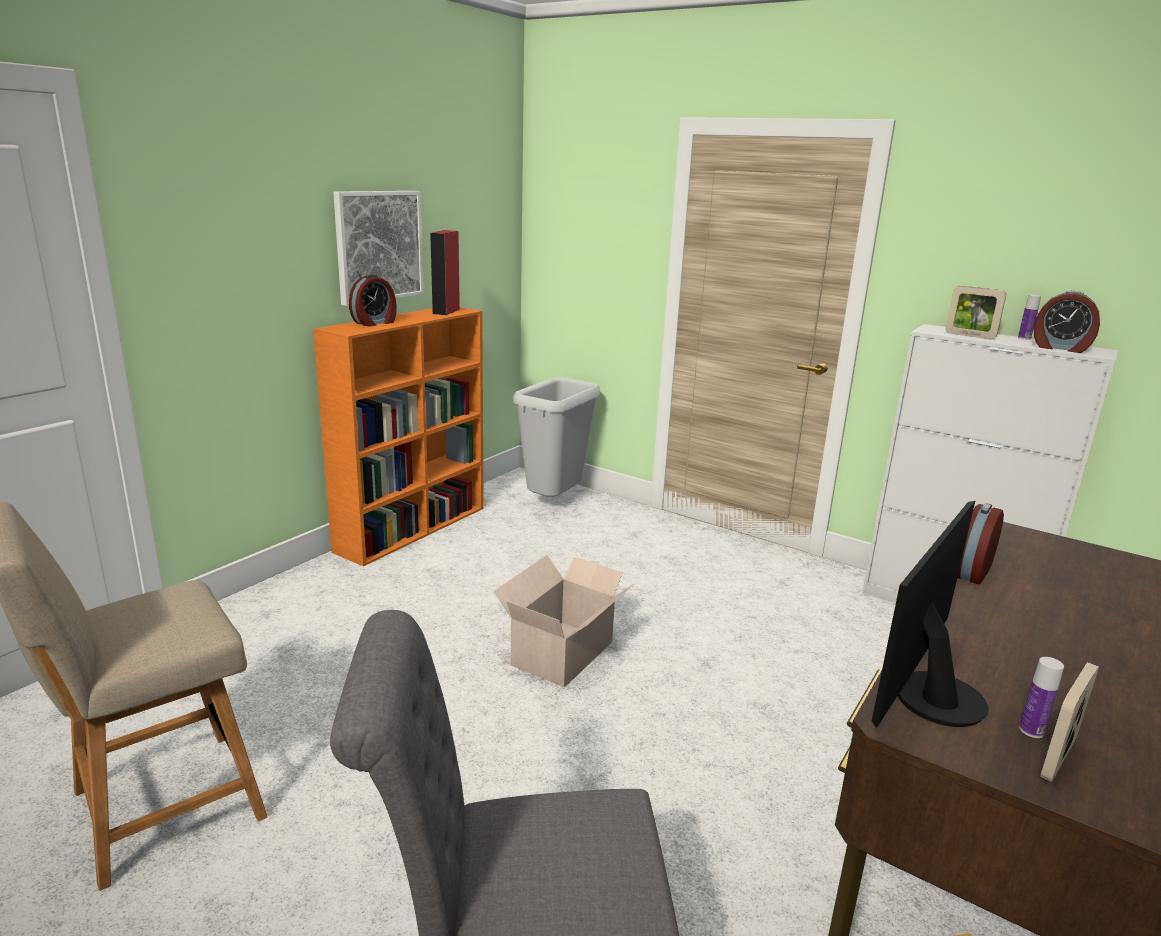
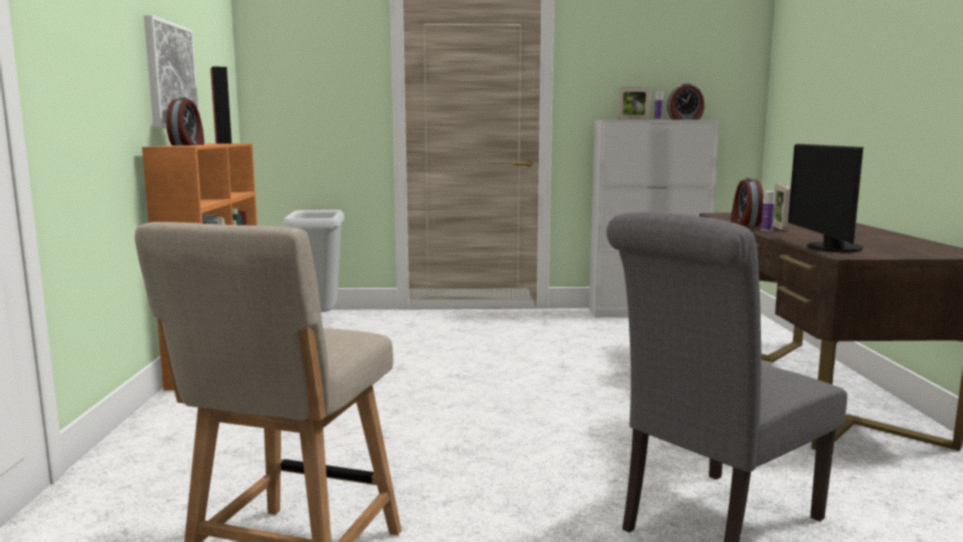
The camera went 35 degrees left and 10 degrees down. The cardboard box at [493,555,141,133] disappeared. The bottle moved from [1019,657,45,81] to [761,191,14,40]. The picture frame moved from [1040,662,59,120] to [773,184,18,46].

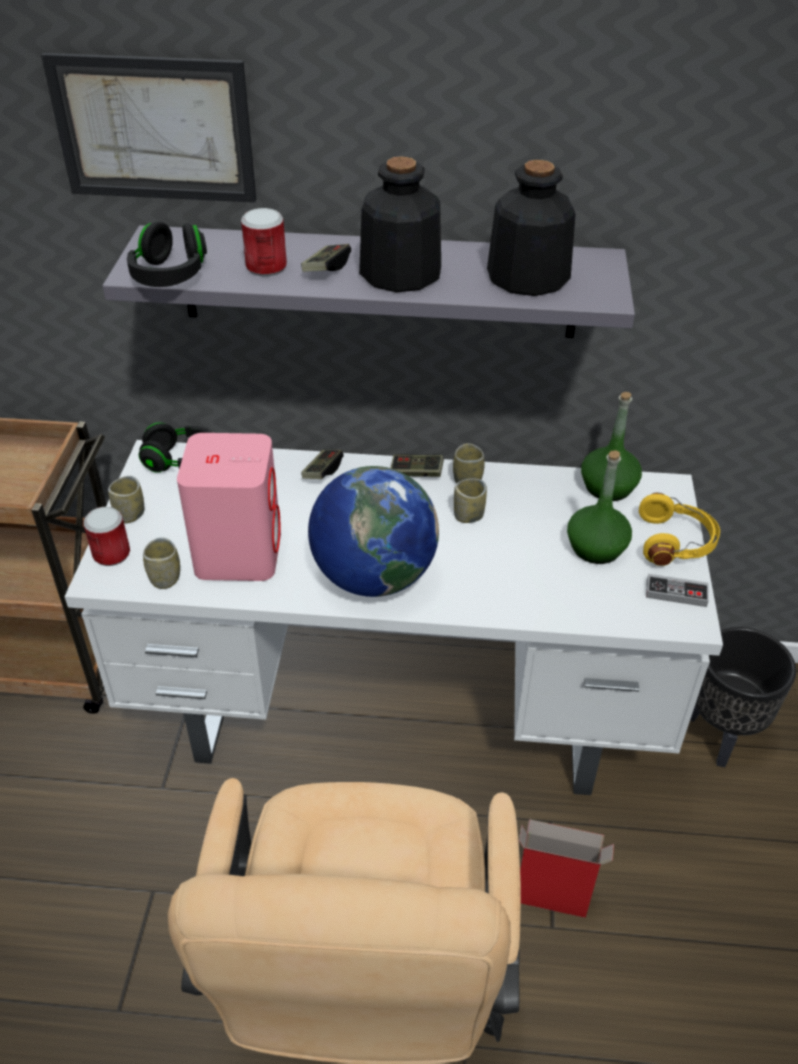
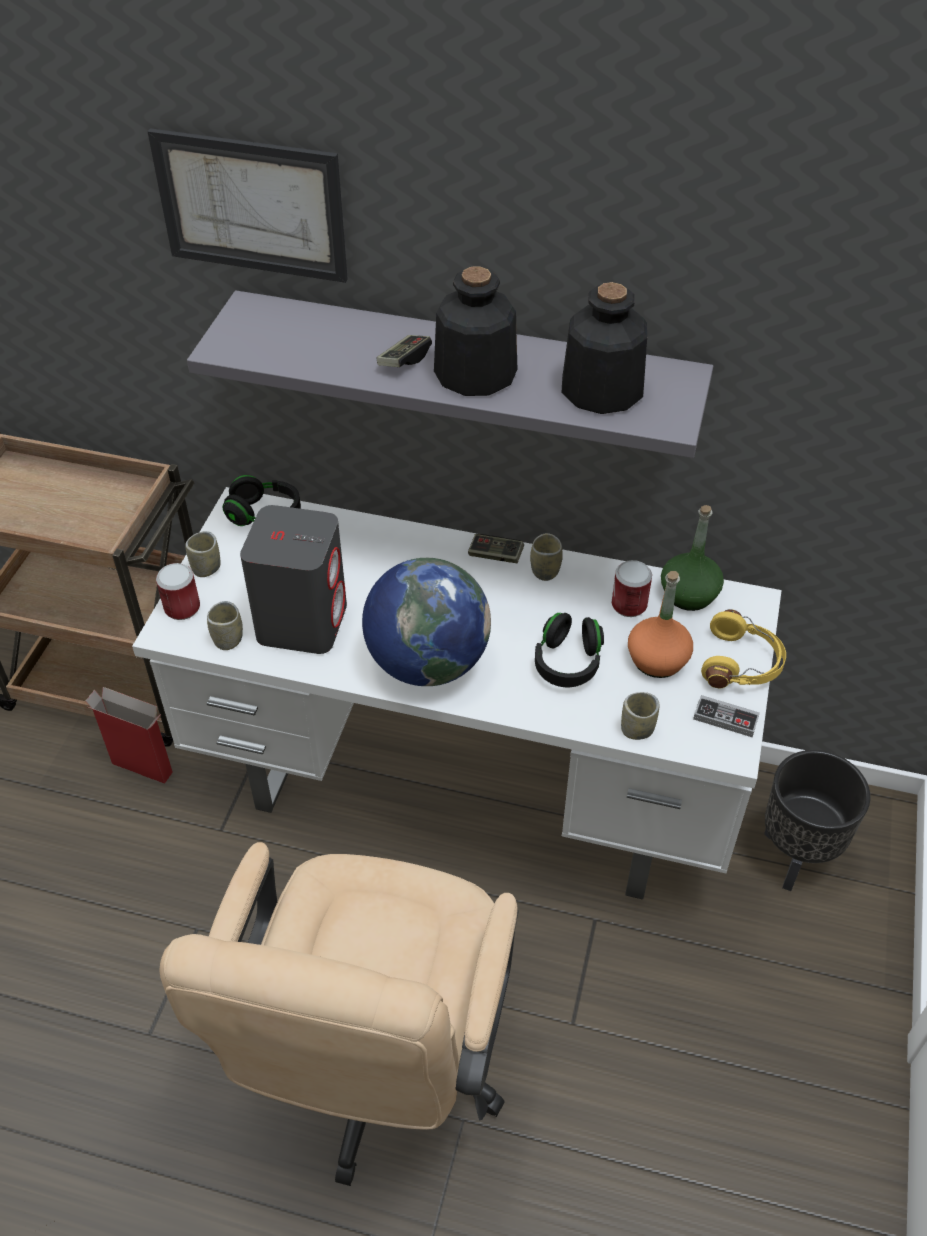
The camera went 10 degrees right and 5 degrees up. The black headphones moved from [127,221,80,66] to [535,613,69,74]. The pink speaker at [177,433,104,148] became the grey speaker at [240,505,107,149]. The can moved from [241,208,46,68] to [612,560,40,57]. The game controller at [301,450,43,29] disappeared. The cup moved from [454,478,33,45] to [621,692,38,48]. The cardboard box moved from [519,819,95,99] to [86,687,87,97]. The green bottle at [567,450,65,114] became the orange bottle at [628,571,65,107].

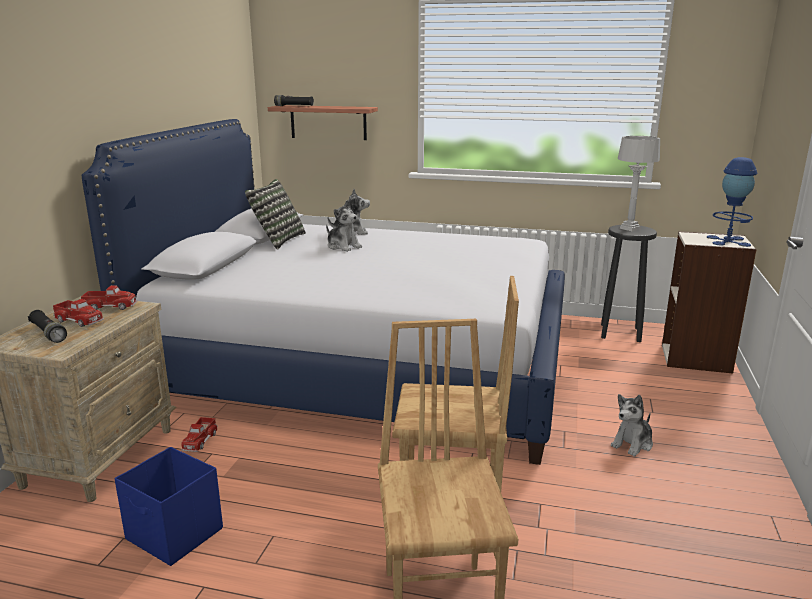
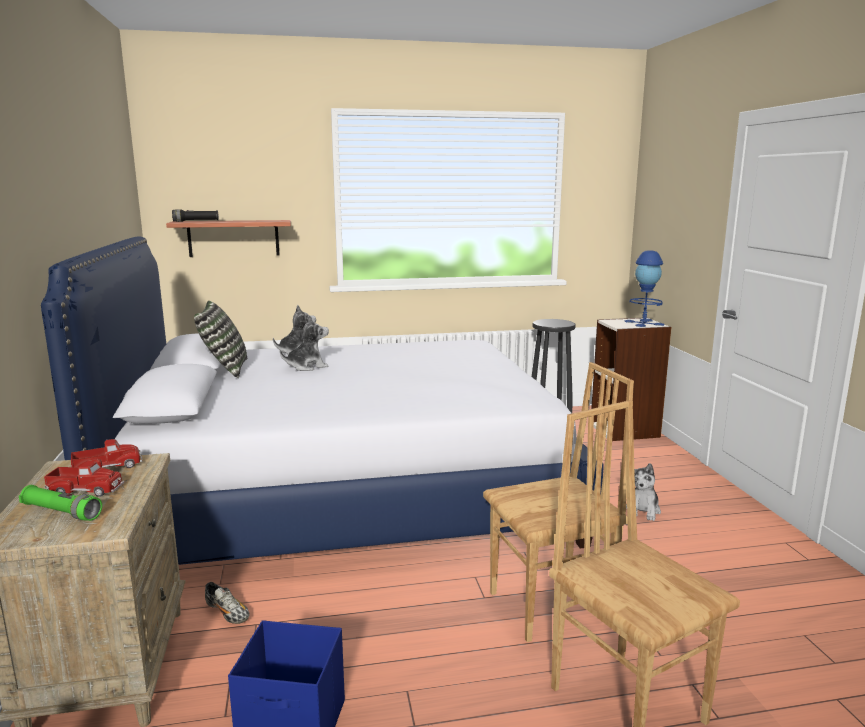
The camera went 25 degrees left and 5 degrees down. The black flashlight at [28,310,39,33] became the green flashlight at [19,485,83,36]. The toy truck at [181,417,37,35] was replaced by the shoe at [205,582,45,42]. The plush toy at [326,200,36,52] turned 45 degrees counterclockwise. The grey table lamp at [618,136,42,95] disappeared.

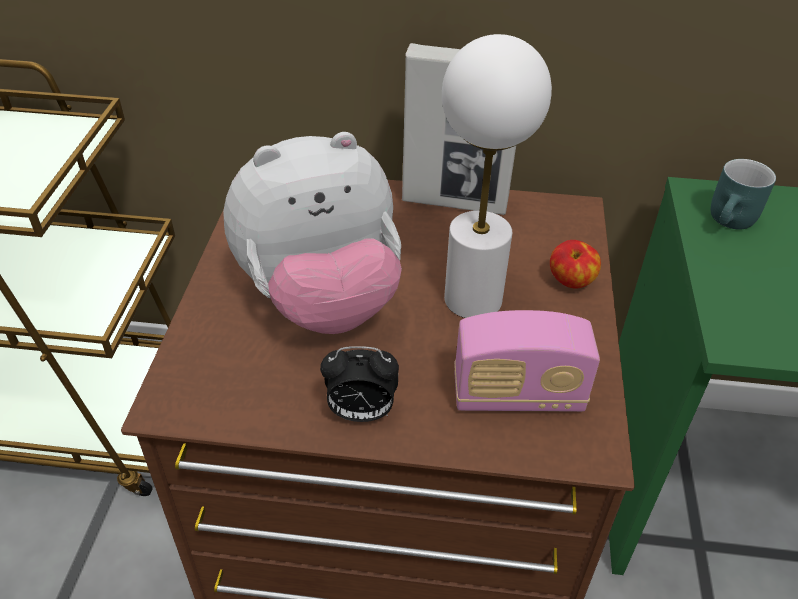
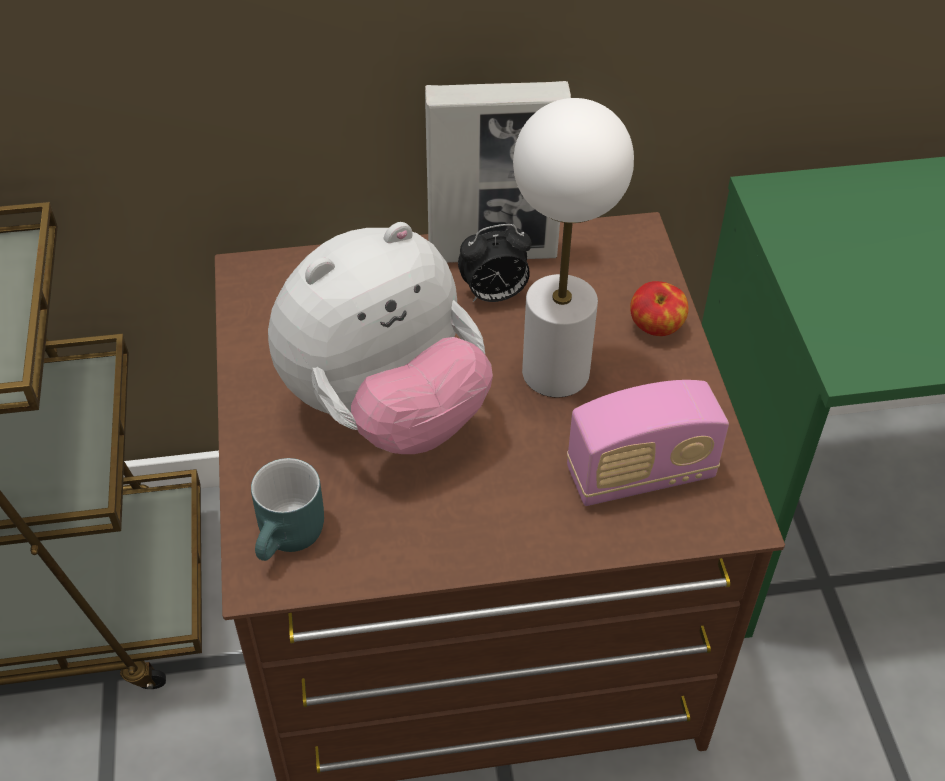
The camera went 15 degrees left and 5 degrees up. The alarm clock moved from [320,346,79,76] to [458,224,74,78]. The turquoise mug moved from [711,159,65,70] to [251,458,73,103].

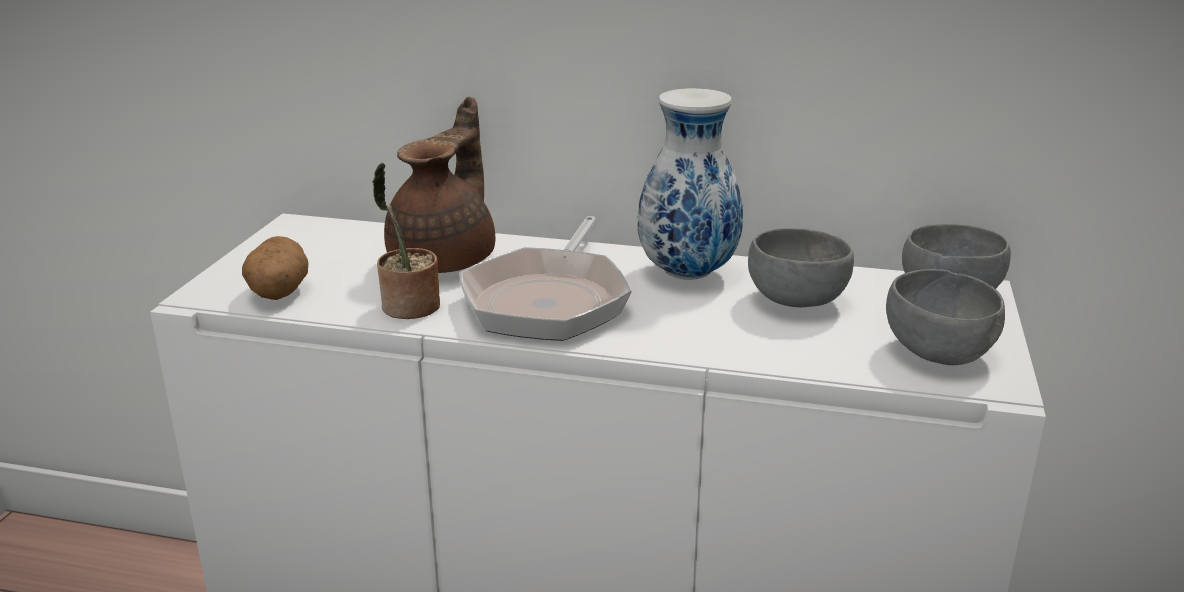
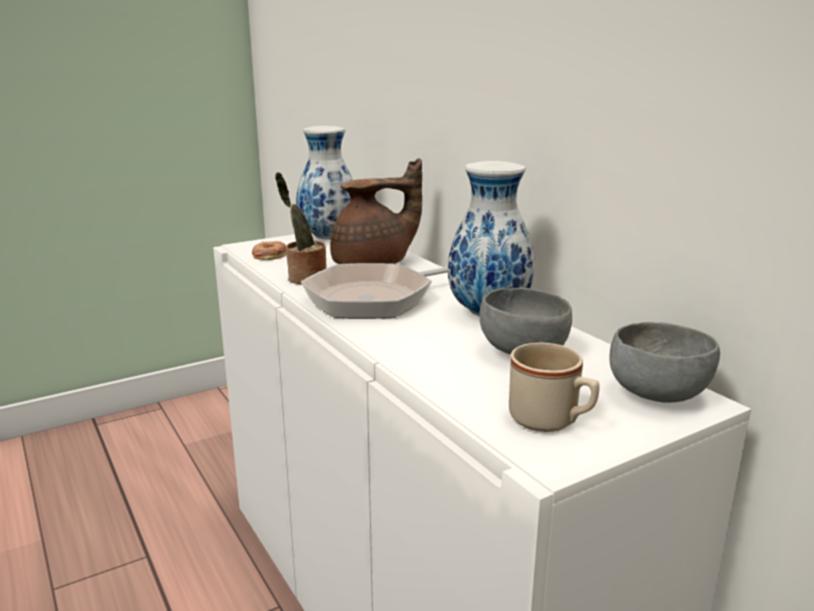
The camera went 45 degrees right and 5 degrees down. The potato at [242,236,66,64] was replaced by the donut at [252,241,34,19]. The grey bowl at [886,269,119,96] was replaced by the beige mug at [509,343,91,89]. The vase at [296,126,57,114] appeared.

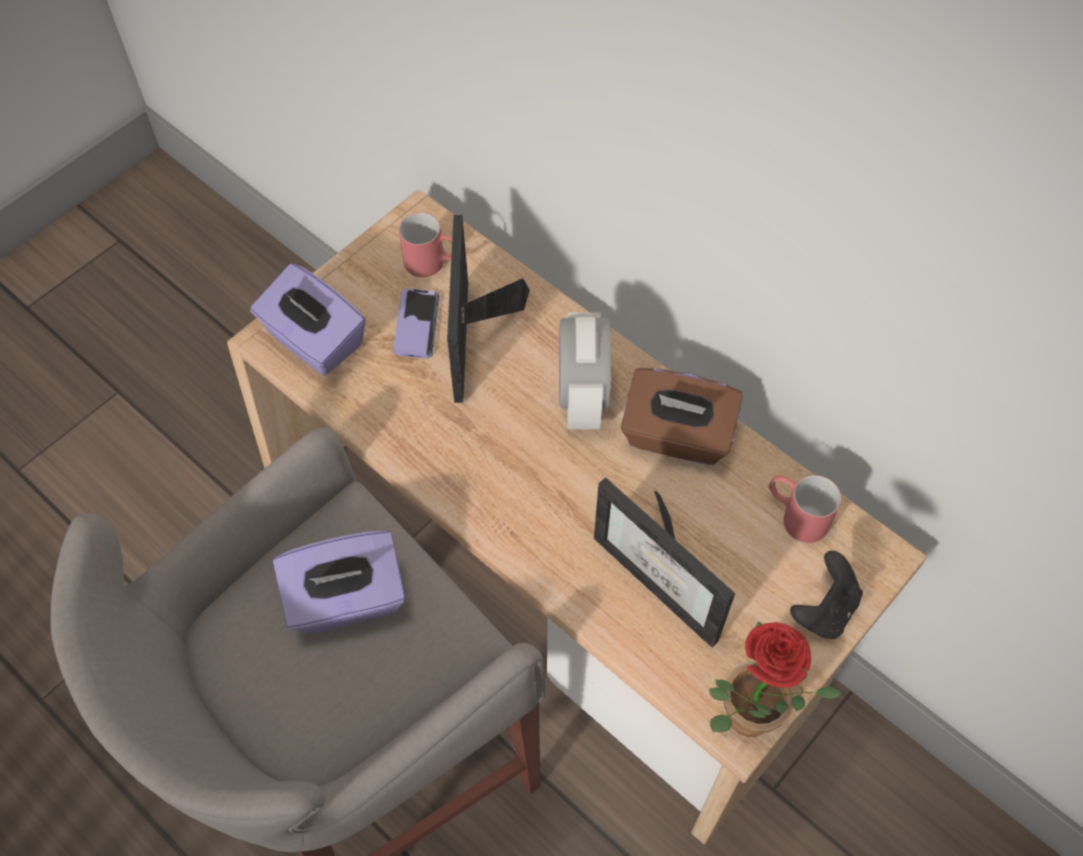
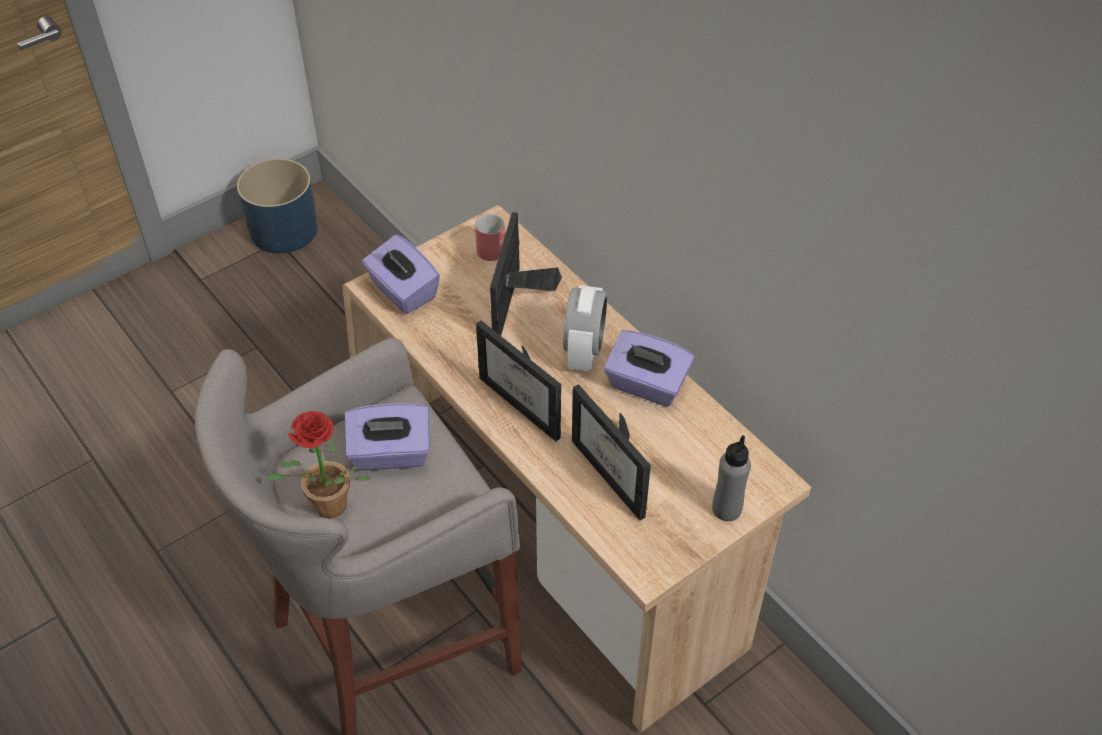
The camera went 10 degrees right and 10 degrees down. The phone at [393,288,47,71] disappeared. The brown tissue box at [621,368,122,97] became the purple tissue box at [604,330,91,76]. The potted plant moved from [709,621,134,116] to [266,411,104,107]. The red mug at [769,475,72,68] disappeared. The black game controller at [790,551,73,88] was replaced by the grey bottle at [712,435,39,86]. The blue planter at [237,158,81,95] appeared. The picture frame at [476,320,85,122] appeared.

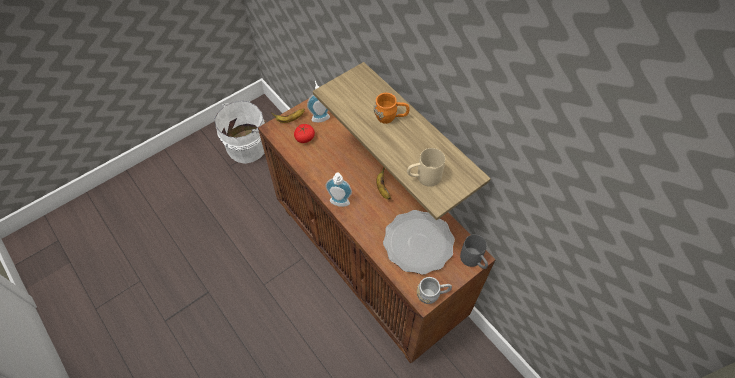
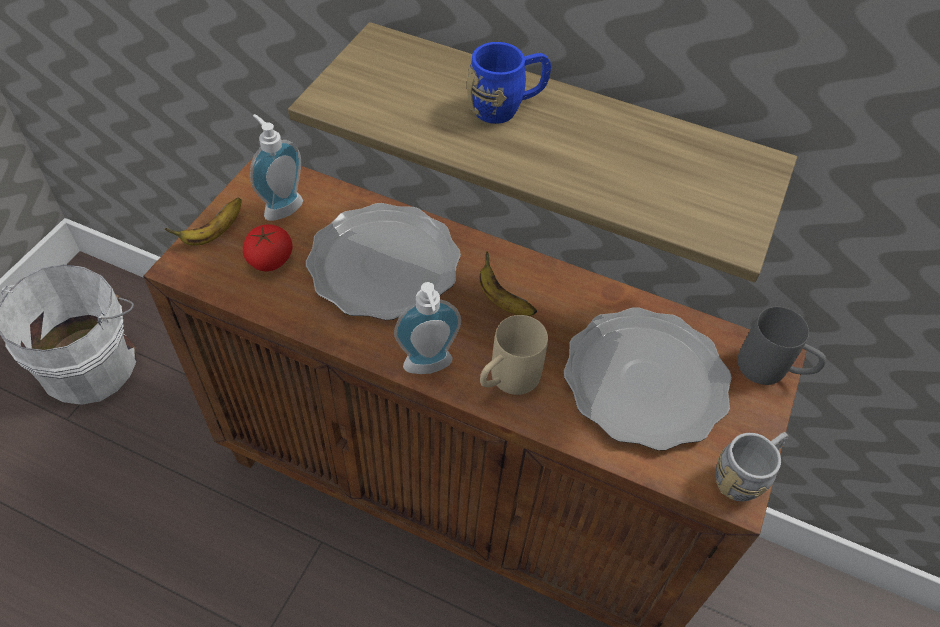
The camera went 30 degrees left and 5 degrees down. The orange mug at [373,93,37,31] became the blue mug at [467,42,84,82]. The beige mug moved from [407,148,38,39] to [480,315,68,80]. The plate at [306,203,155,117] appeared.

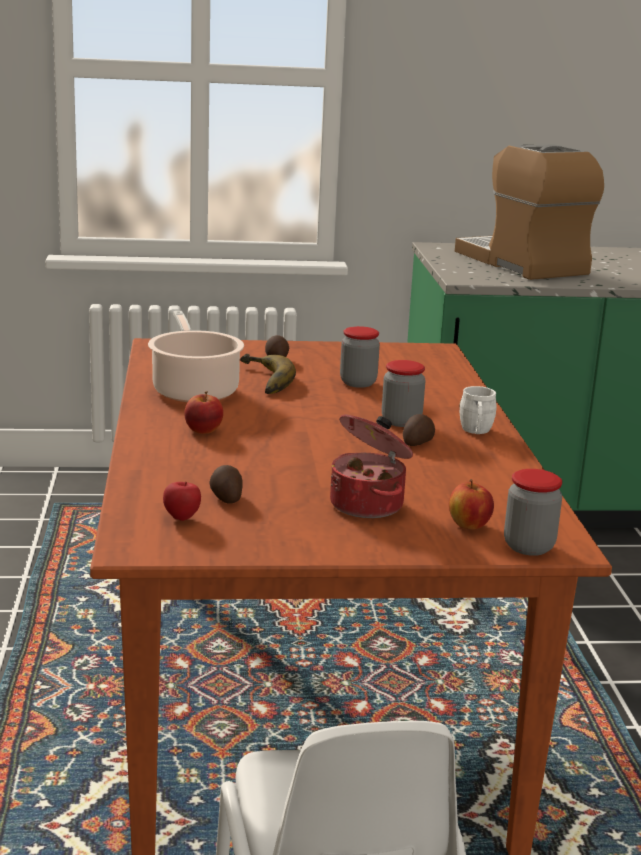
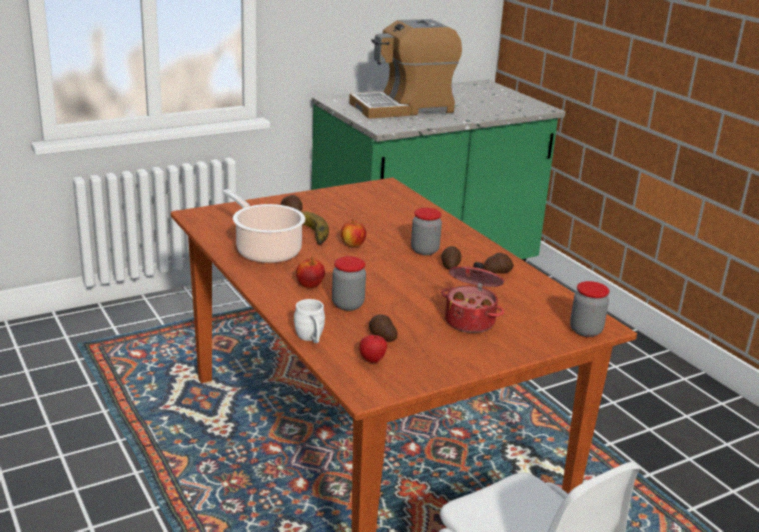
The camera went 25 degrees left and 5 degrees up. The jar moved from [340,326,40,62] to [332,256,34,55]. The apple moved from [449,479,45,51] to [341,219,25,28]. The coffee machine at [455,144,149,136] turned 60 degrees counterclockwise. The white mug moved from [459,386,38,48] to [294,299,31,44]. The potato at [484,253,30,21] appeared.

